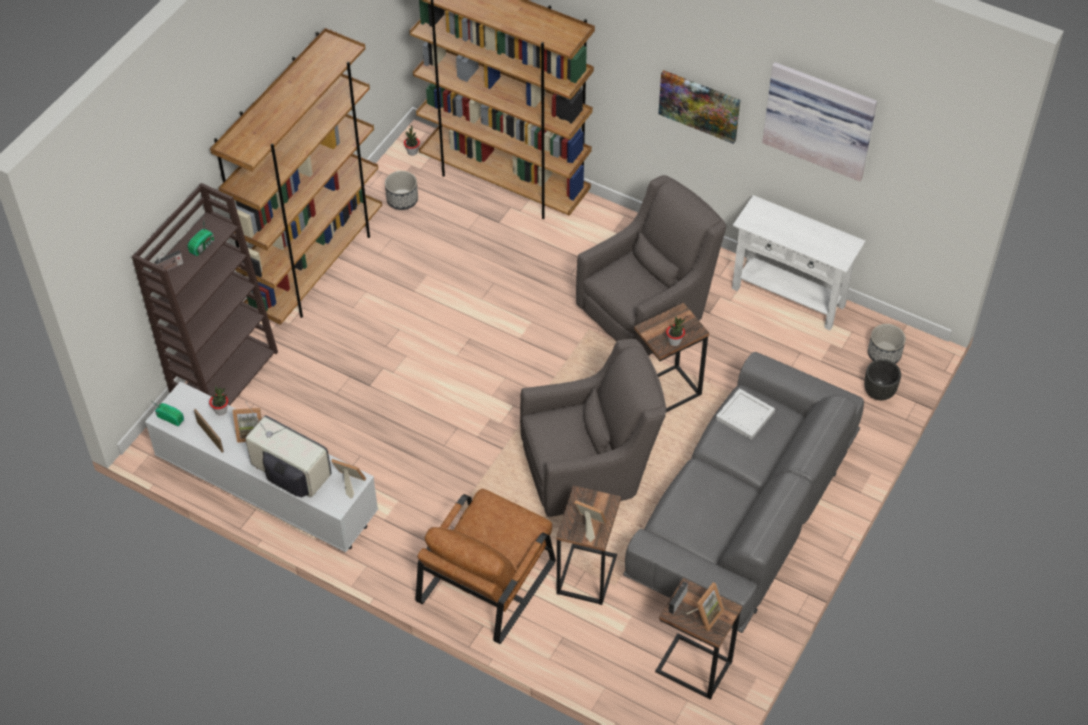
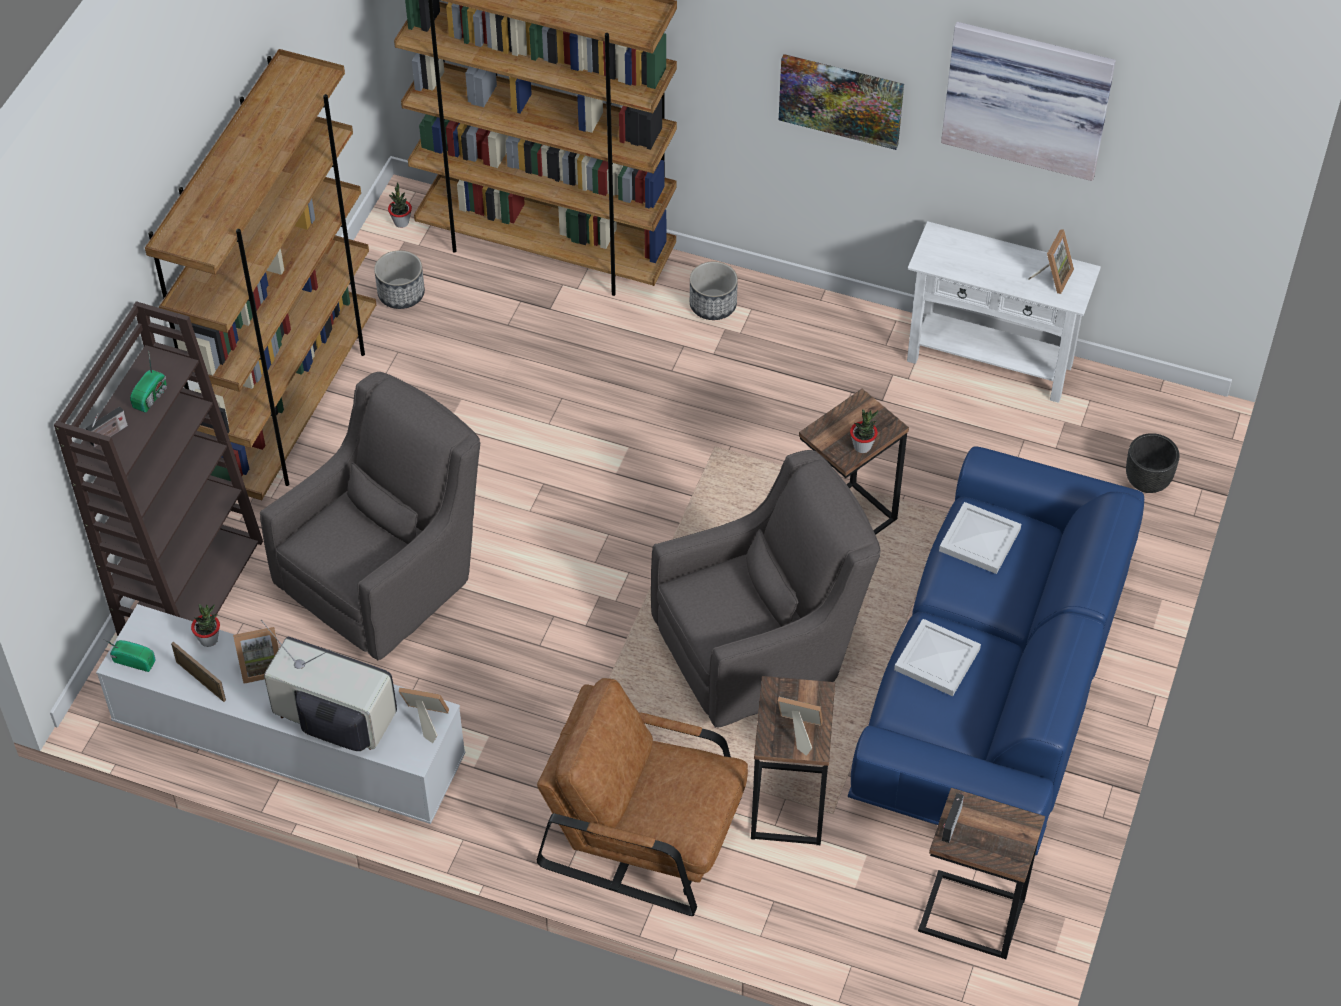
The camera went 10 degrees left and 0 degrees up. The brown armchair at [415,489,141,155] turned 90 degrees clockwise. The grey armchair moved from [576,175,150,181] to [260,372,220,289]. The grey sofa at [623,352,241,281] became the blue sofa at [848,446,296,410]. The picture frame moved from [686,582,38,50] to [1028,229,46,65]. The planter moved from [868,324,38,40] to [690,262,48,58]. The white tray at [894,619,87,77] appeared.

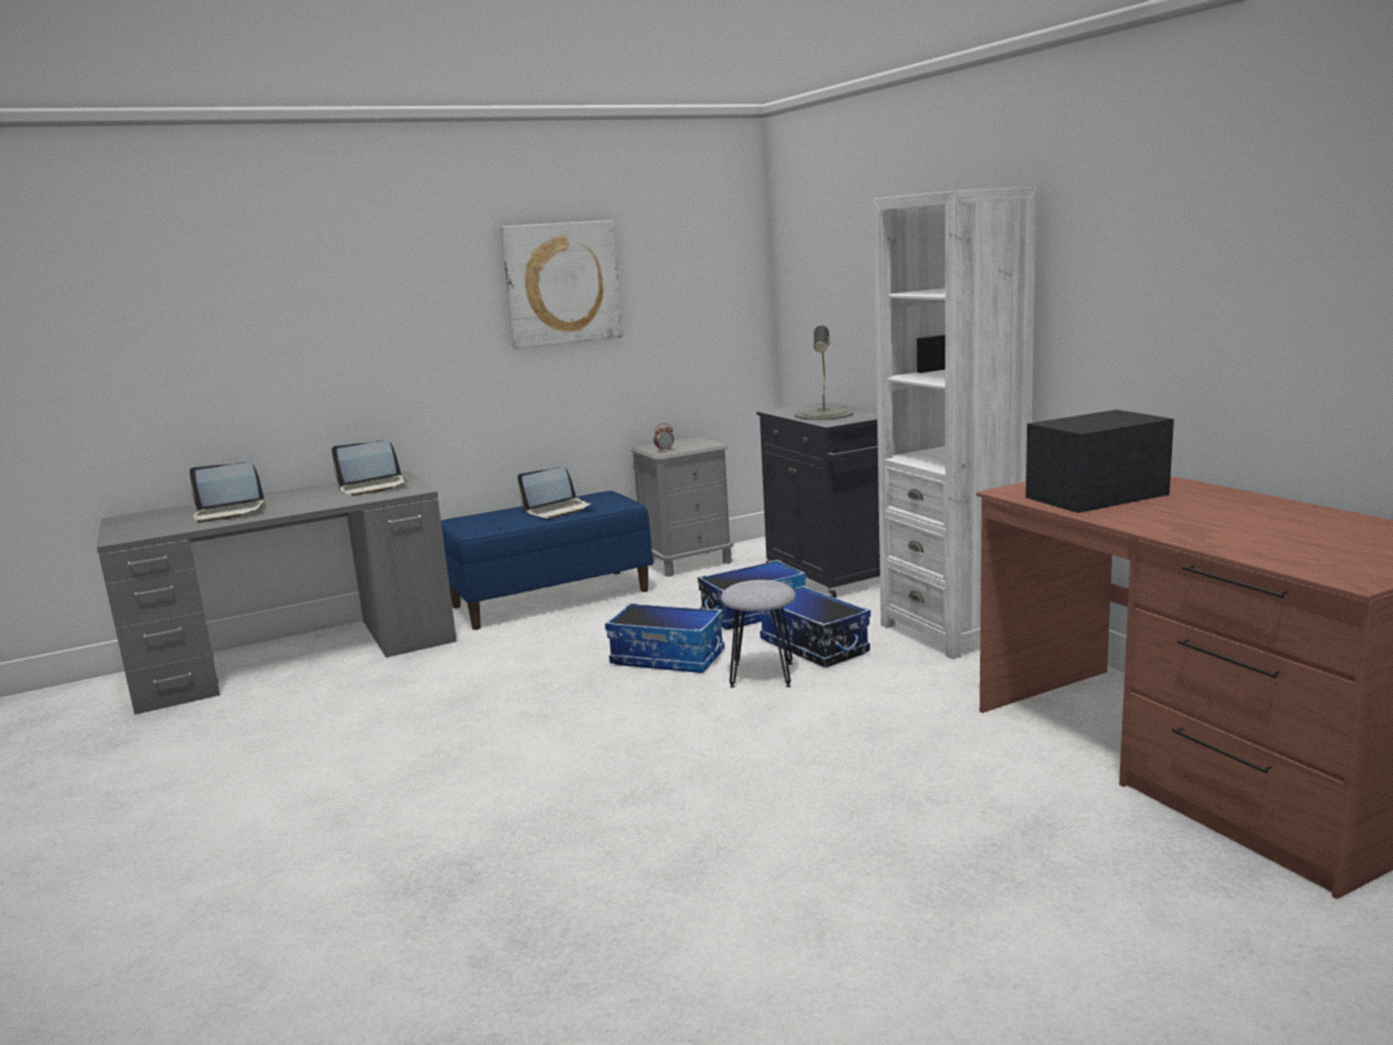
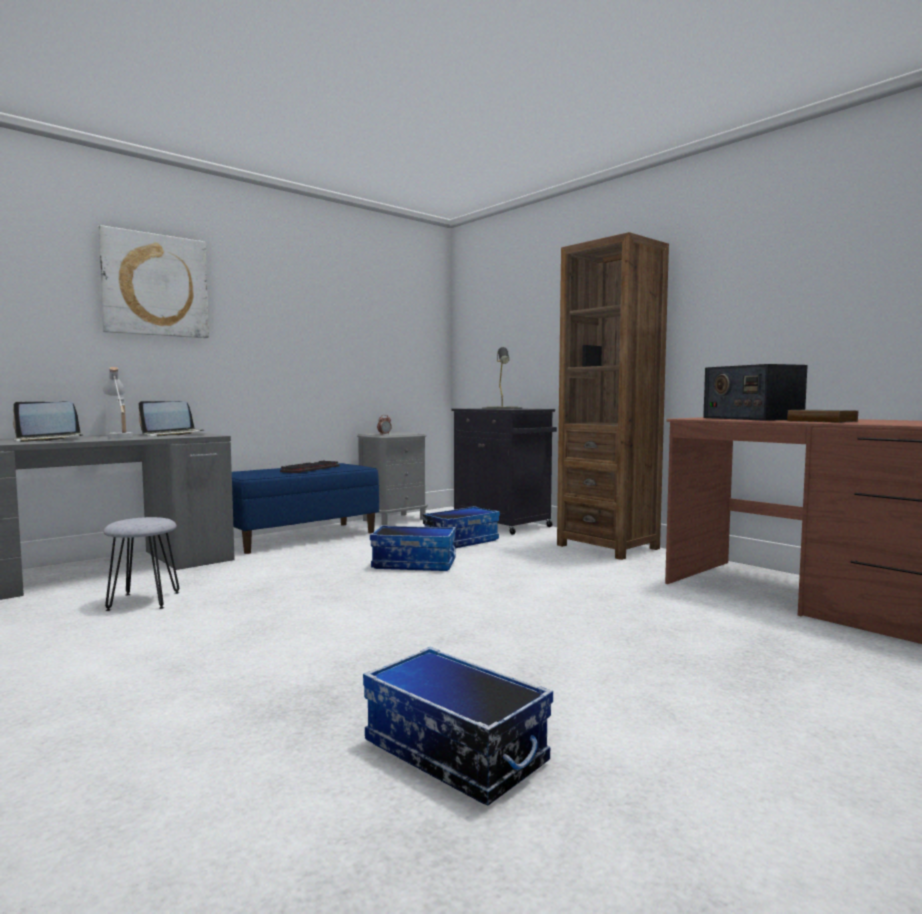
The camera went 15 degrees left and 10 degrees down. The picture moved from [500,220,123,129] to [98,225,111,113]. The laptop at [518,467,75,52] was replaced by the keyboard at [280,460,59,13]. The grey stool moved from [721,580,75,108] to [103,517,76,94]. The storage box moved from [759,586,112,81] to [363,647,190,159]. The white bookcase at [874,187,163,472] became the brown bookcase at [557,232,112,328]. The radio at [1026,410,148,103] turned 75 degrees counterclockwise. The white table lamp at [103,367,30,71] appeared. The book at [787,410,71,13] appeared.

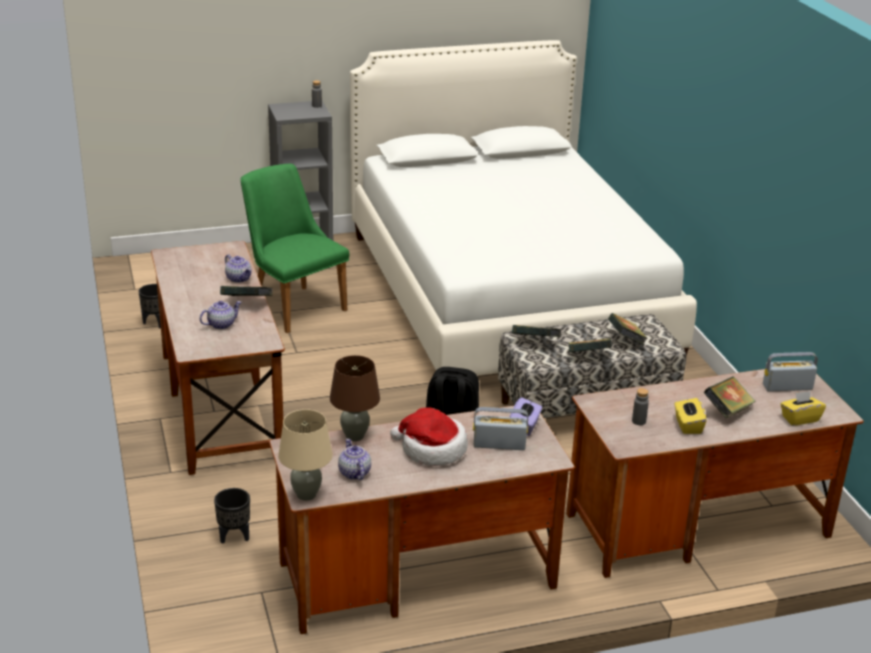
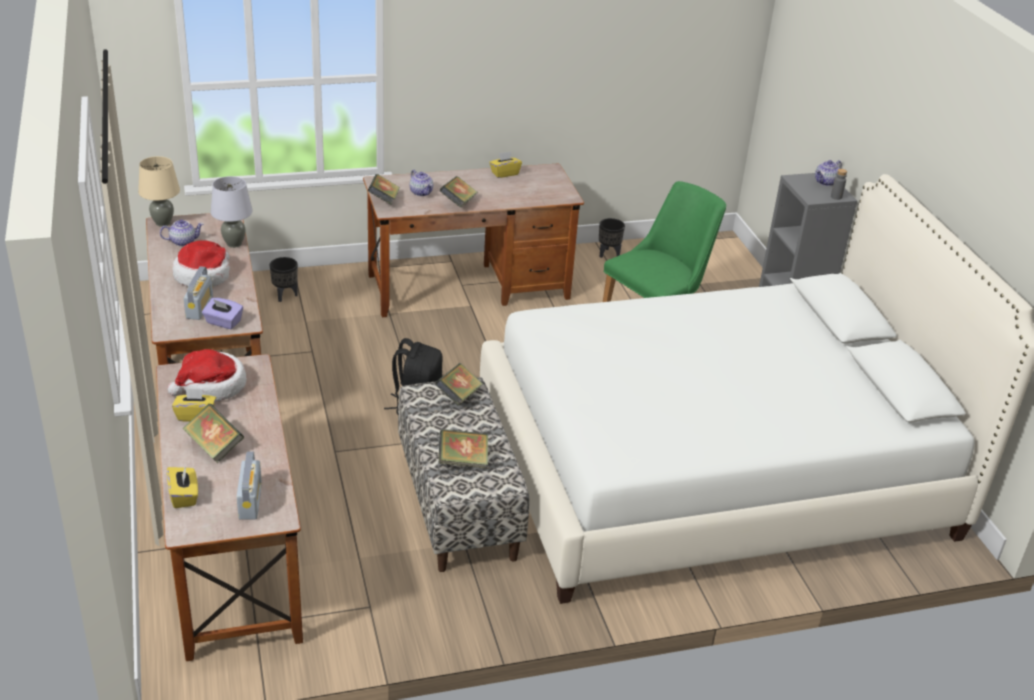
The camera went 90 degrees right and 5 degrees up. The teapot moved from [225,254,26,29] to [815,160,27,26]. The brown table lamp at [330,355,50,86] became the grey table lamp at [211,176,42,72]. The book moved from [568,338,44,15] to [368,174,32,30]. The grey bottle at [632,388,17,37] was replaced by the hat at [167,349,80,52]. The yellow tissue box at [489,151,33,27] appeared.

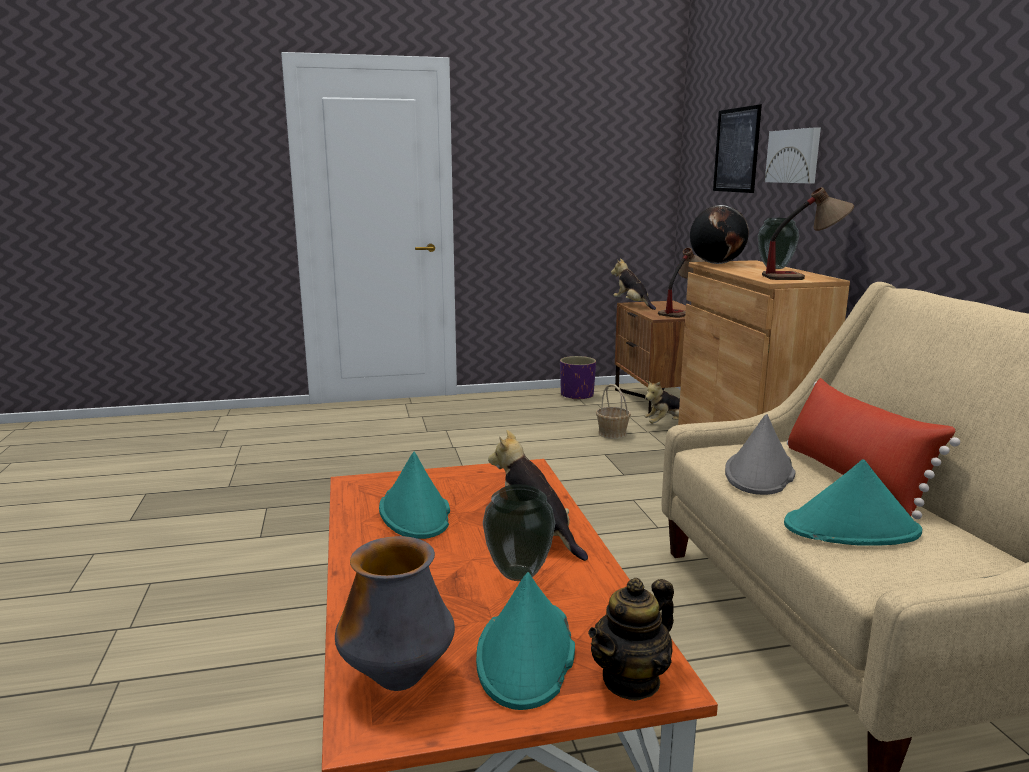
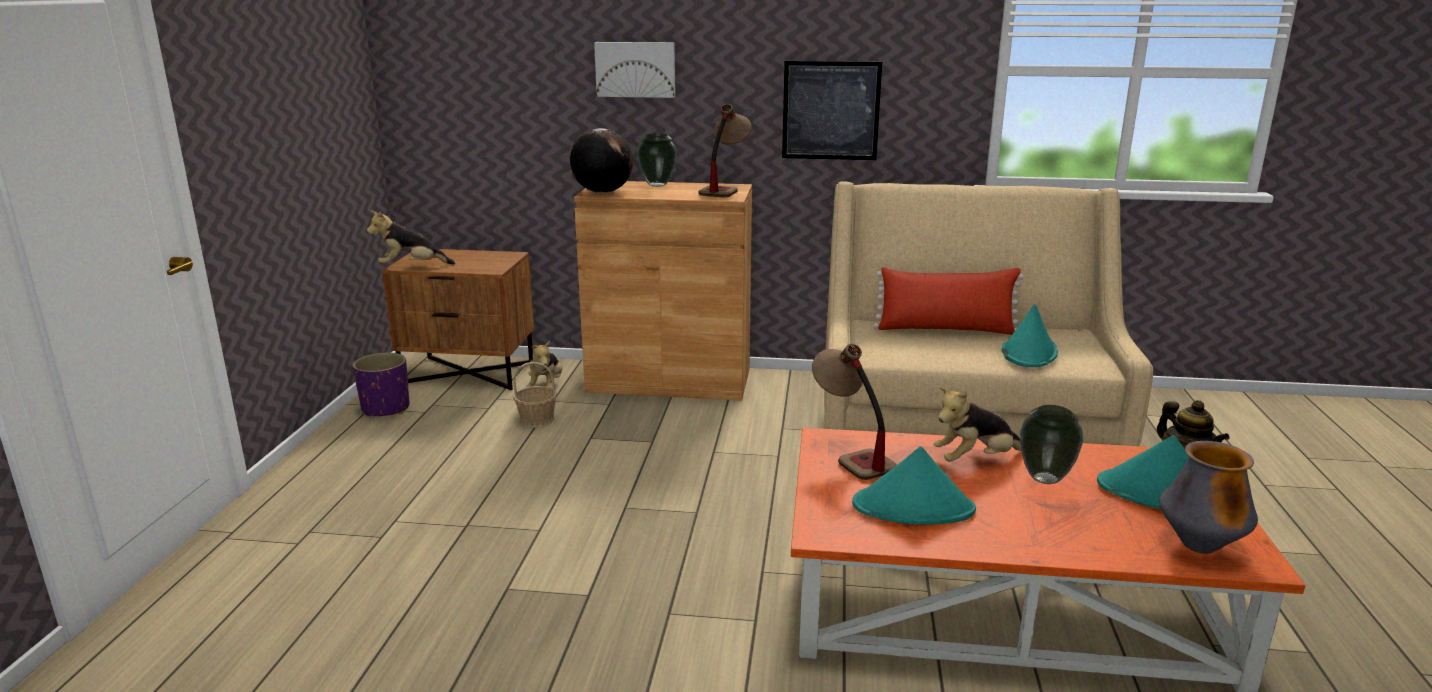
The camera went 70 degrees left and 5 degrees up. The table lamp moved from [658,248,48,70] to [812,344,85,136]. The picture moved from [713,104,49,89] to [782,61,100,99]. The grey hat at [725,414,71,81] disappeared.

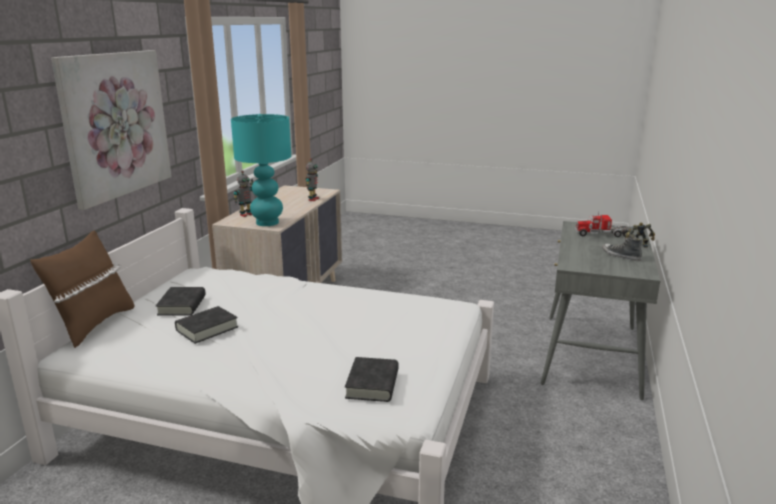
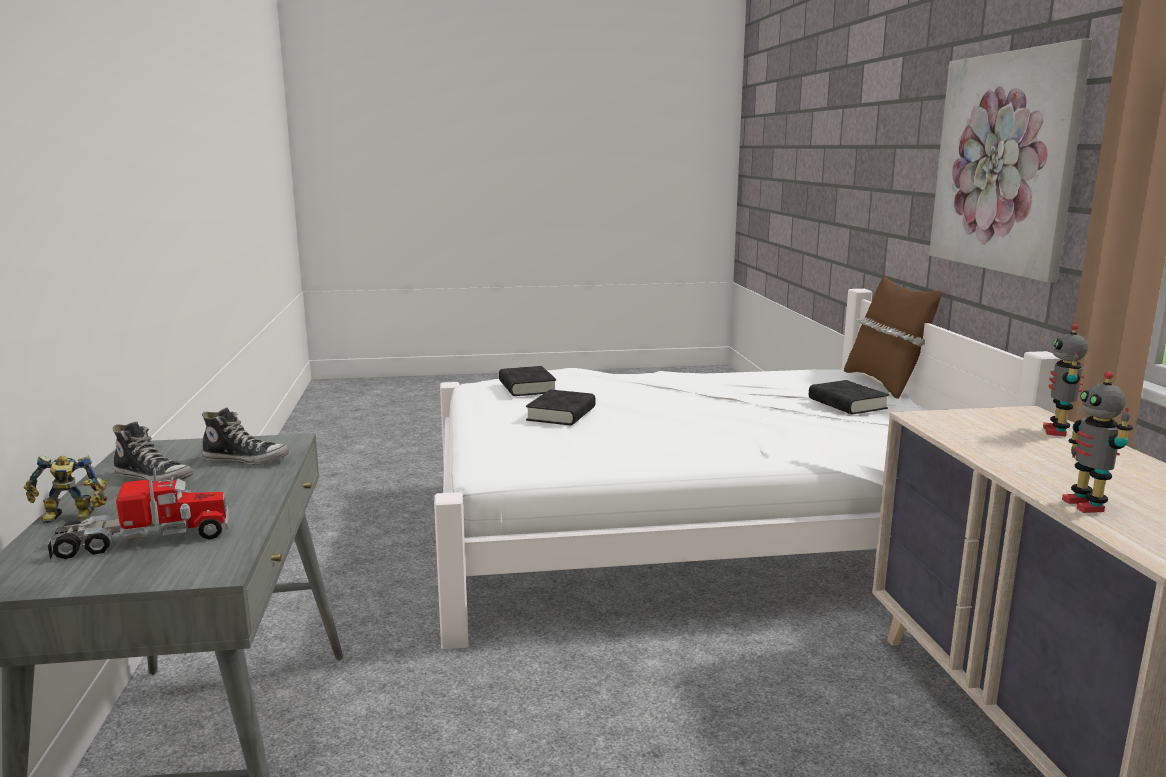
The camera went 155 degrees right and 5 degrees down. The black book moved from [175,306,63,38] to [526,389,69,36]. The turquoise table lamp at [231,114,60,112] disappeared. The shoe at [202,407,87,58] appeared.

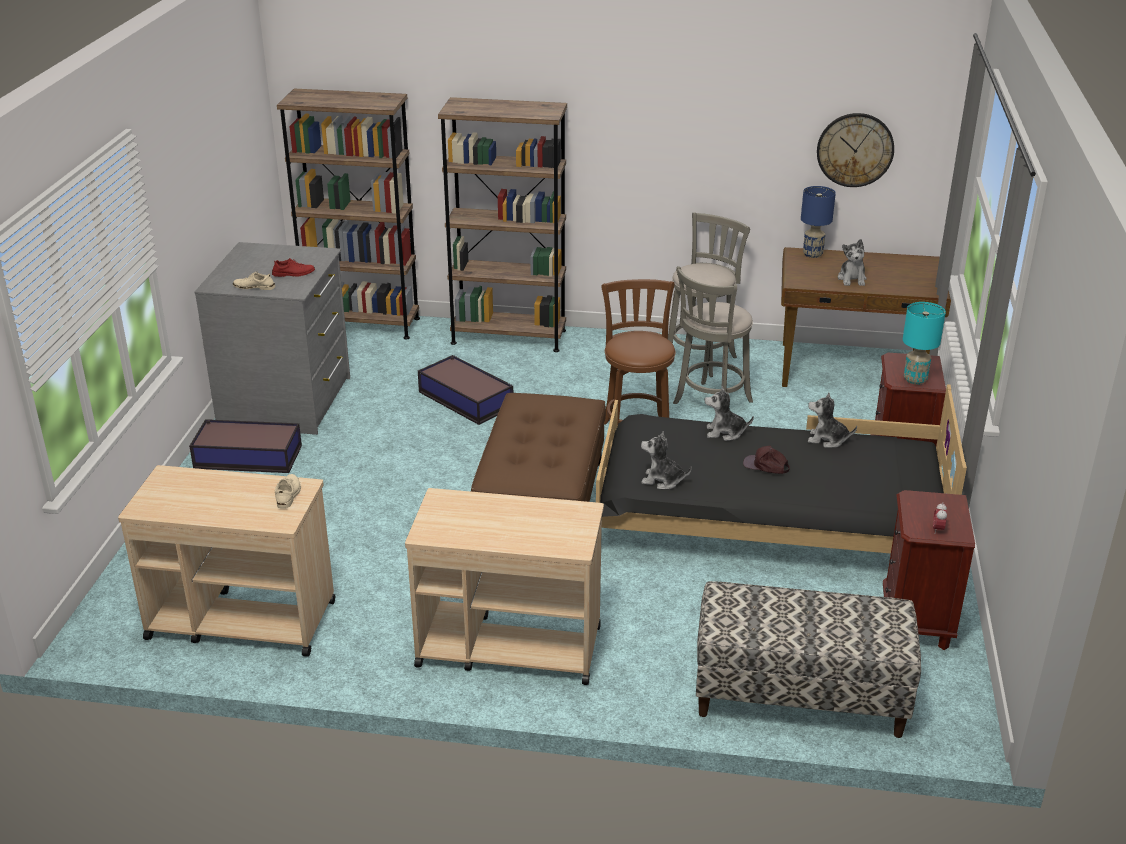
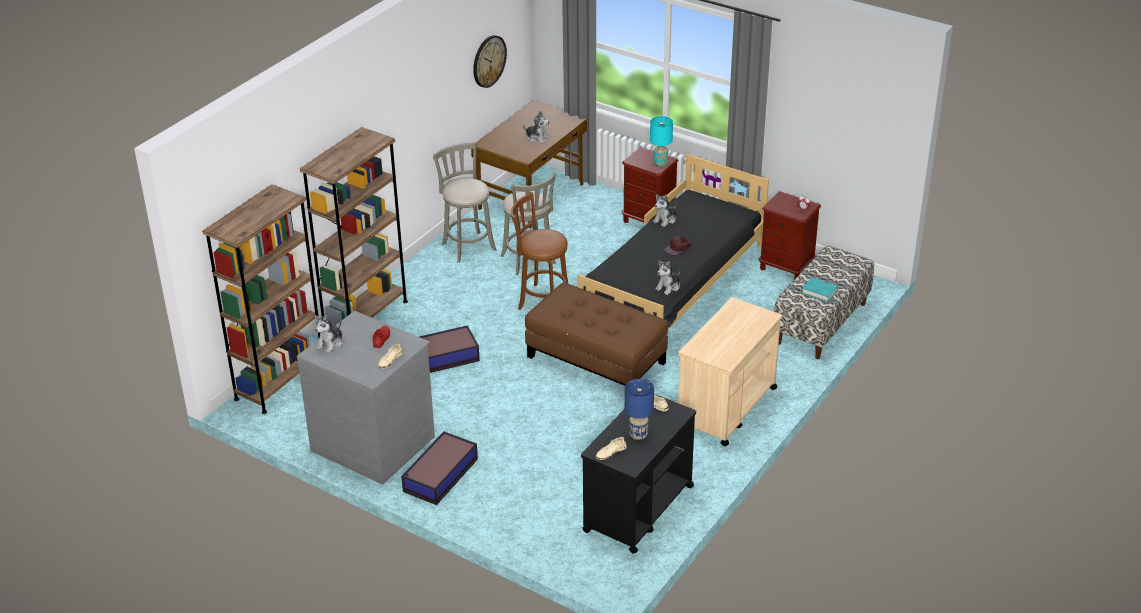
The camera went 65 degrees left and 5 degrees up. The beige cart at [118,465,218,192] became the black cart at [581,394,115,160]. The plush toy moved from [705,386,49,55] to [315,315,28,38]. The blue table lamp moved from [801,186,35,72] to [625,379,29,61]. The beige shoe at [596,437,31,23] appeared. The turquoise book at [802,277,36,25] appeared.

